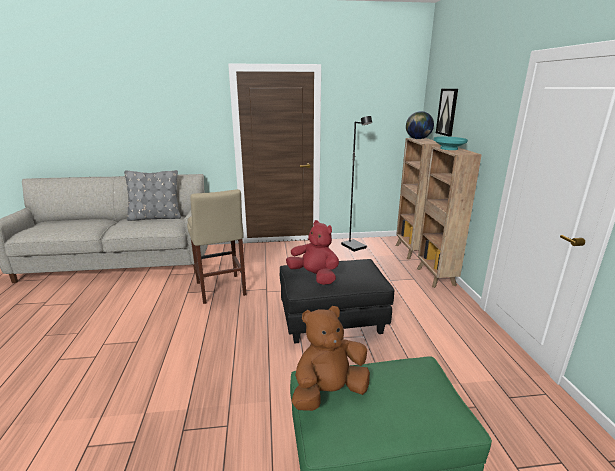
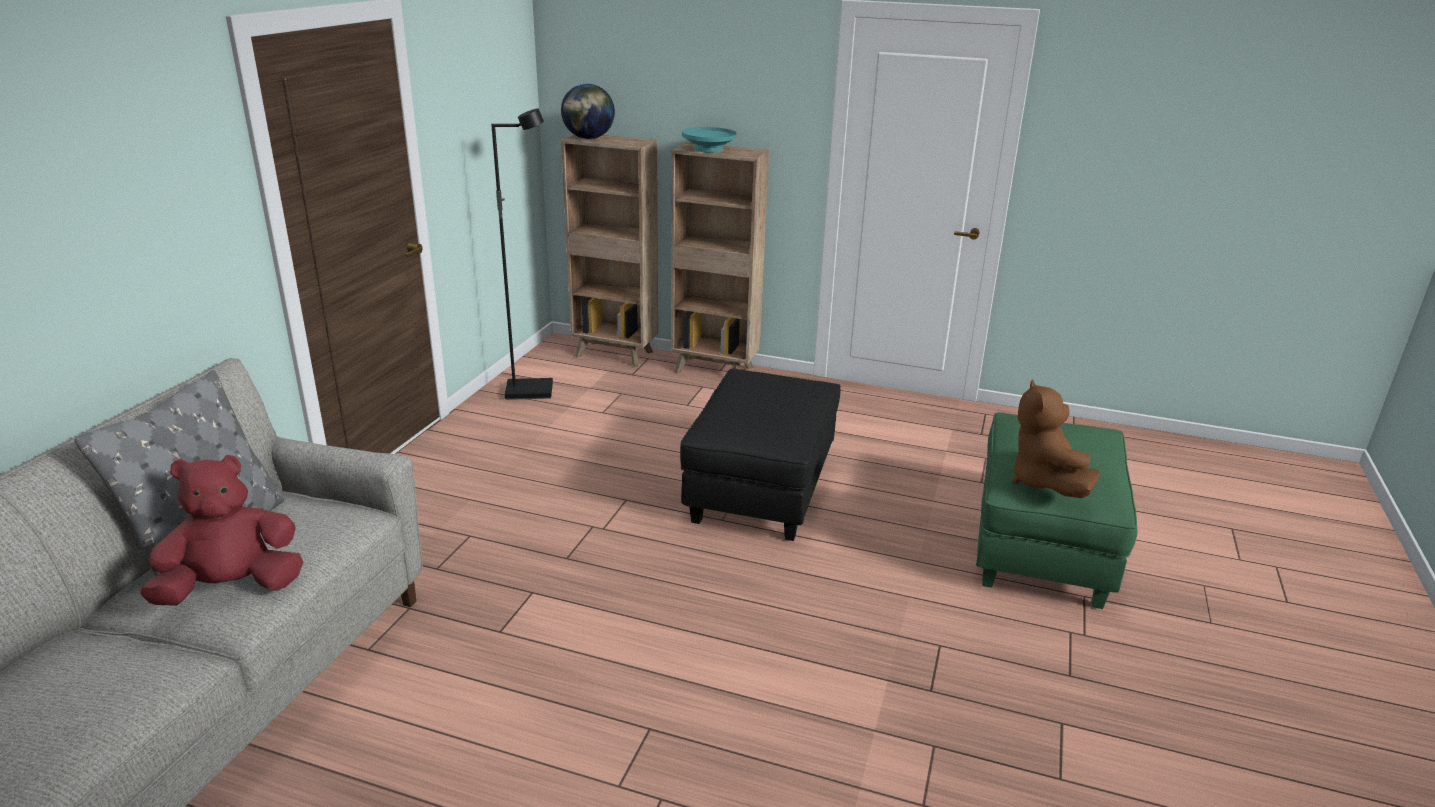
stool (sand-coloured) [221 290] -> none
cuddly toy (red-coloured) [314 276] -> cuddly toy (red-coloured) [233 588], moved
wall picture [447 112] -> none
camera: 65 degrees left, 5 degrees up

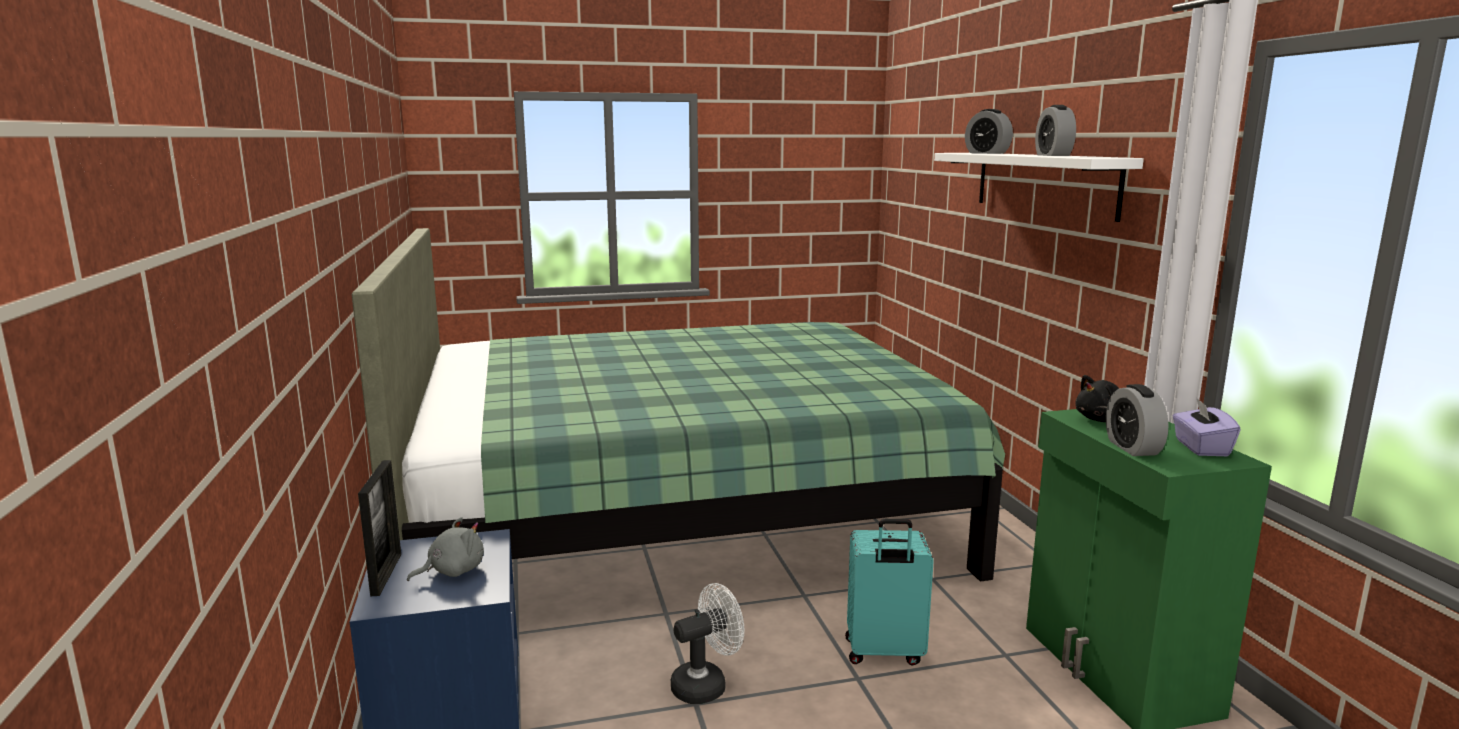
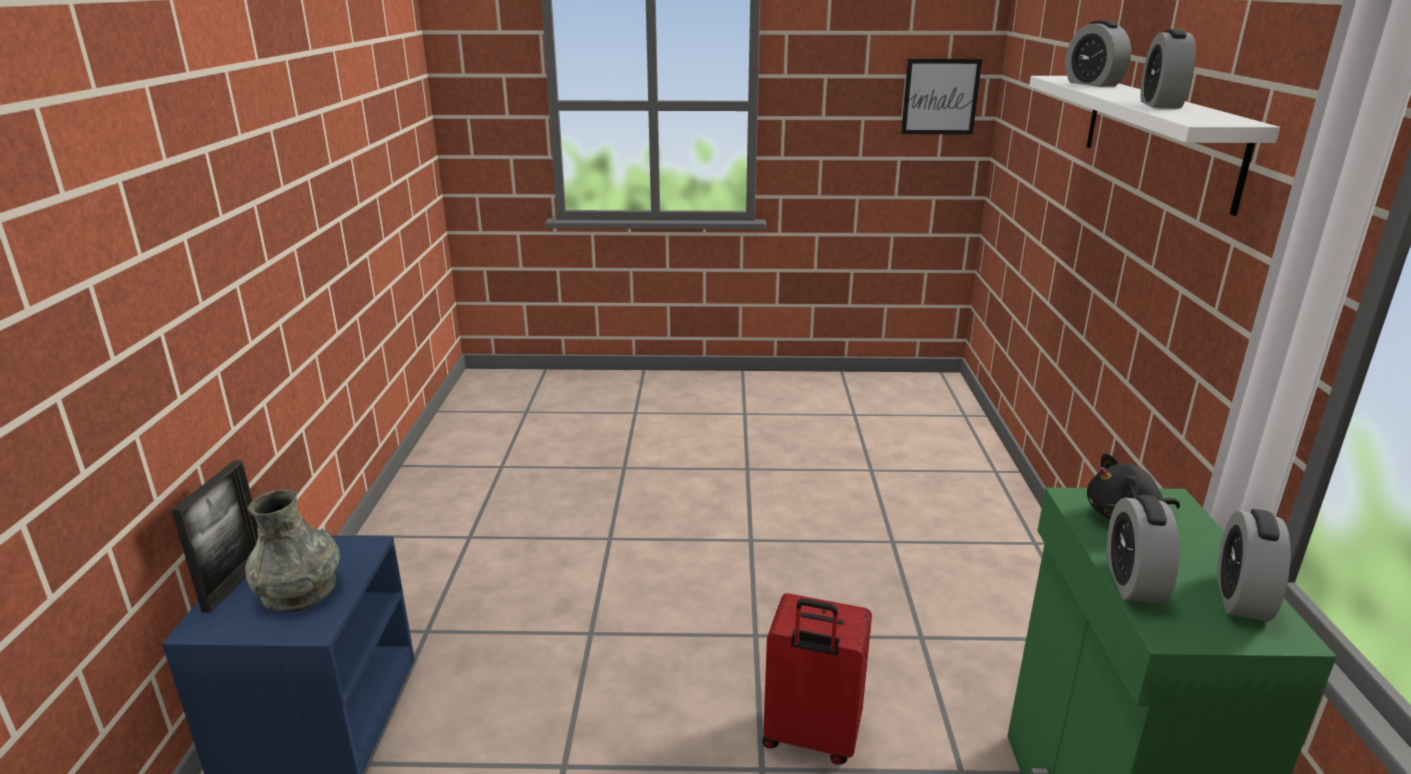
bed (green) [675 511] -> none
cuddly toy (greyish) [452 571] -> decorative vase (greyish) [299 590]
cooling fan (whitish) [706 684] -> none
piece of luggage (turquoise-coloured) [884 653] -> piece of luggage (red-coloured) [810 738]
tissue box (purple-coloured) [1200 448] -> table clock [1241 598]
none -> wall picture [940 97]
camera: 15 degrees right, 10 degrees up

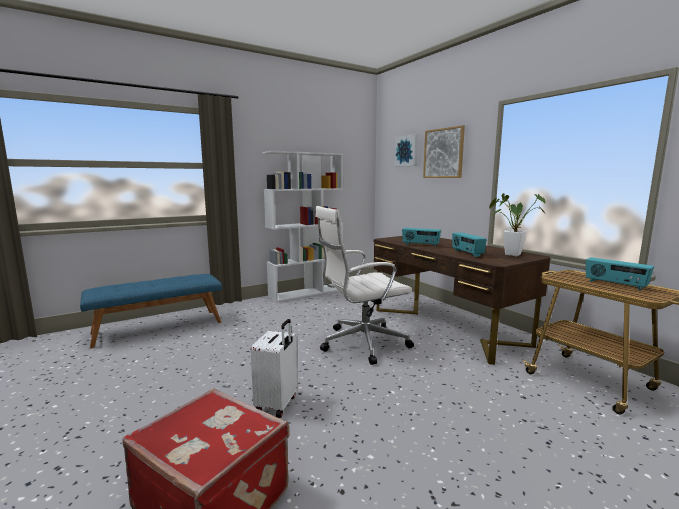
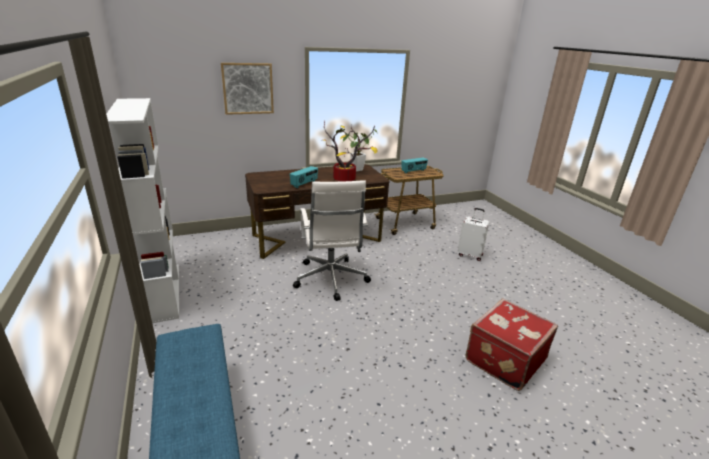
piece of luggage (whitish) [277 404] -> piece of luggage (whitish) [470 255], moved
wall picture [407 151] -> none
radio receiver [467 253] -> potted plant [346 179]
camera: 80 degrees left, 15 degrees up

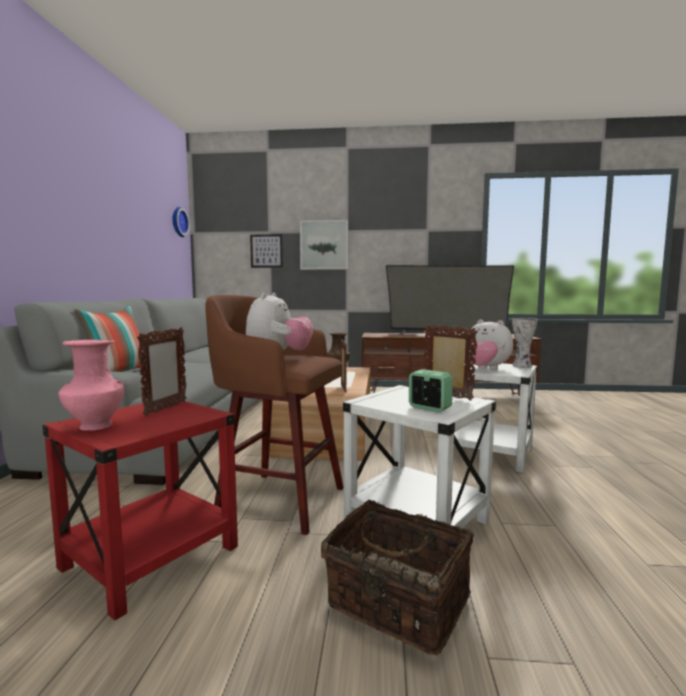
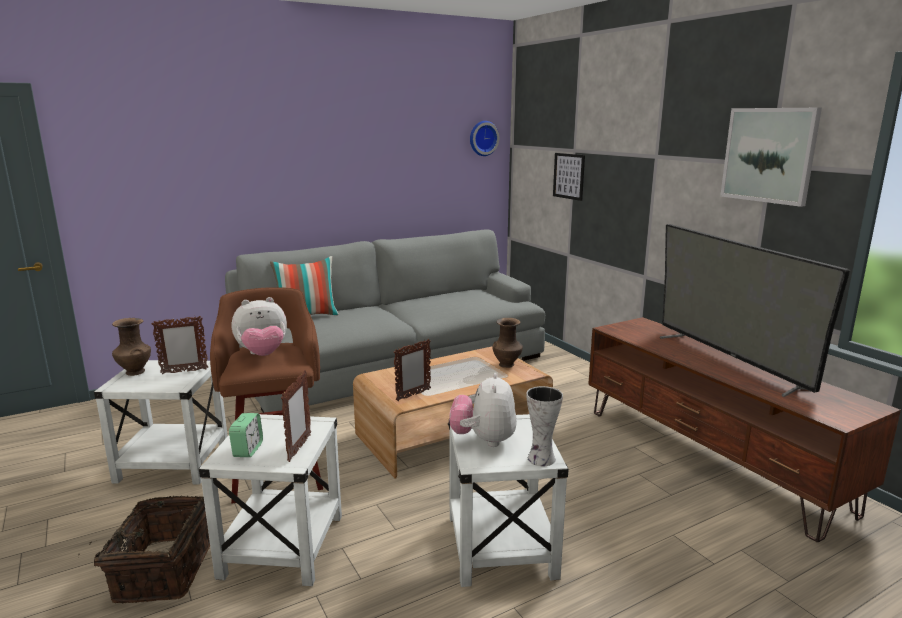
accent table (red-coloured) [152 557] -> accent table (whitish) [174 463]
decorative vase (pink) [94 426] -> decorative vase (brown-coloured) [134 372]
wall picture [324 245] -> wall picture [769 155], moved
camera: 55 degrees right, 10 degrees up

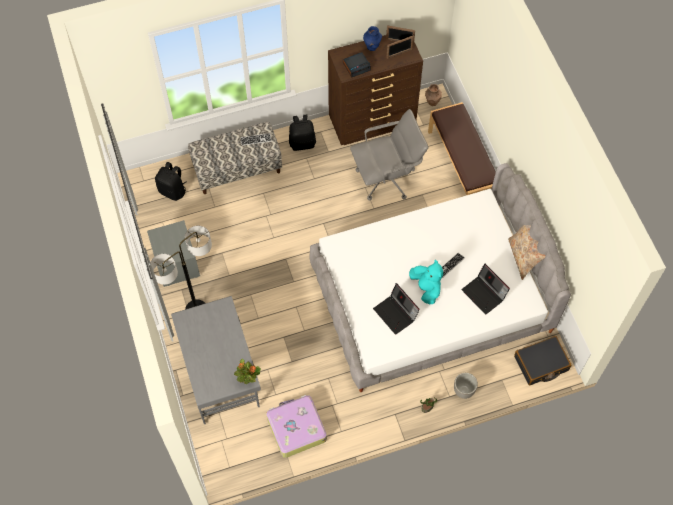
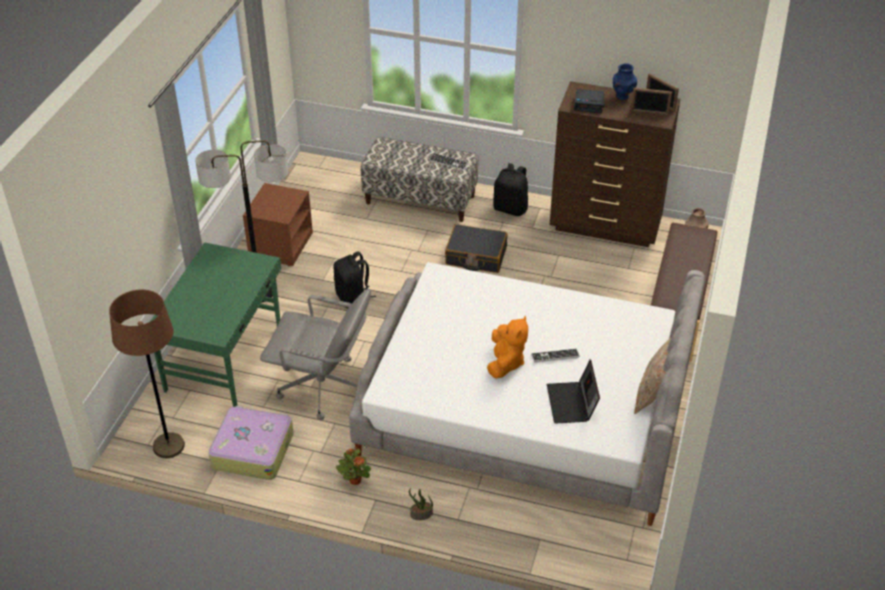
night table (greyish) [176 263] -> night table (brown-coloured) [280 245]
backpack (black) [173 191] -> backpack (black) [353 298], moved
desk (greyish) [220 375] -> desk (green) [225 359]
potted plant [248 378] -> potted plant [355 480], moved
office chair (greyish) [386 178] -> office chair (greyish) [323 388], moved
notebook computer [396 314] -> none
cuddly toy (turquoise-coloured) [426 288] -> cuddly toy (orange) [505 363]
planter [463 391] -> none
piece of luggage (black) [541 364] -> piece of luggage (black) [476 256], moved
none -> floor lamp (brown-coloured) [168 446]
camera: 35 degrees right, 20 degrees down

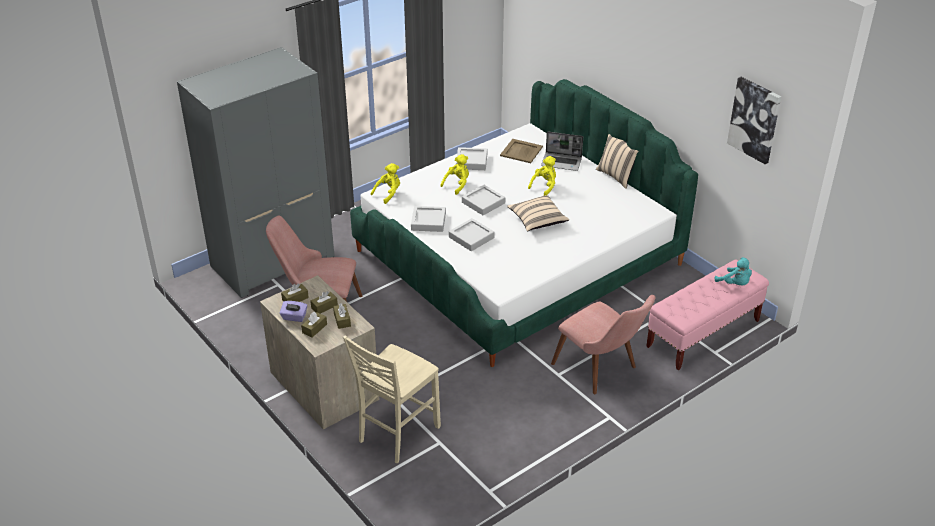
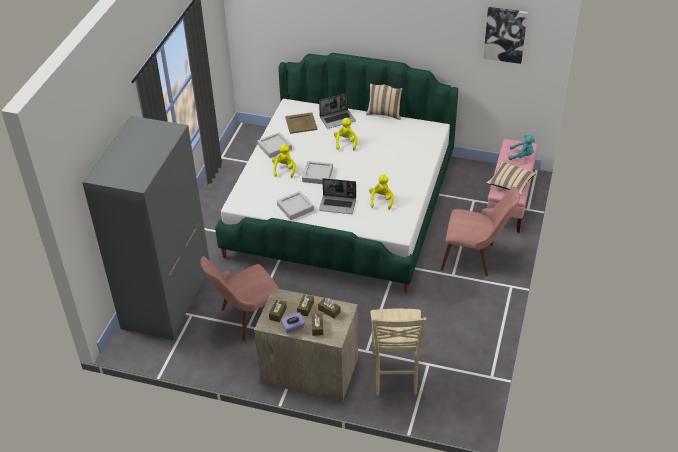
cuddly toy (yellow) [388 193] -> cuddly toy (yellow) [381 200], moved
serving tray (greyish) [471 237] -> notebook computer [338 205]
pillow (sand-coloured) [537 221] -> pillow (sand-coloured) [510 184], moved
camera: 35 degrees left, 5 degrees up

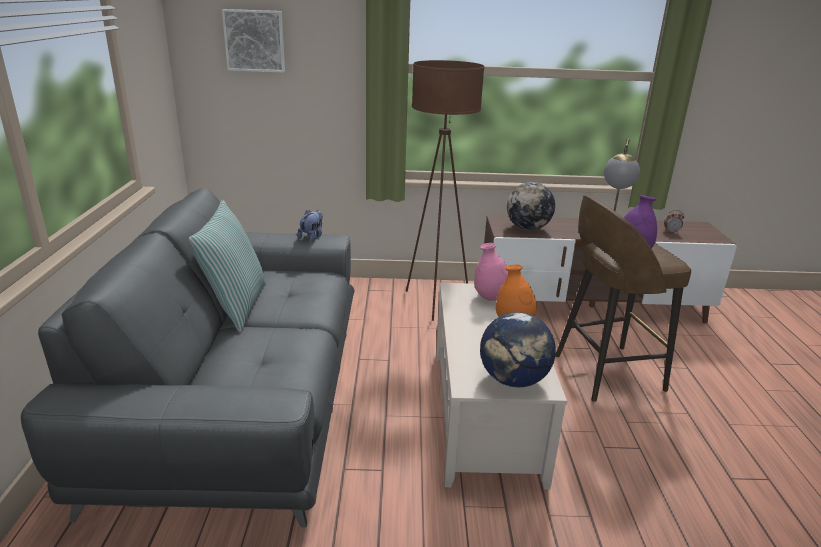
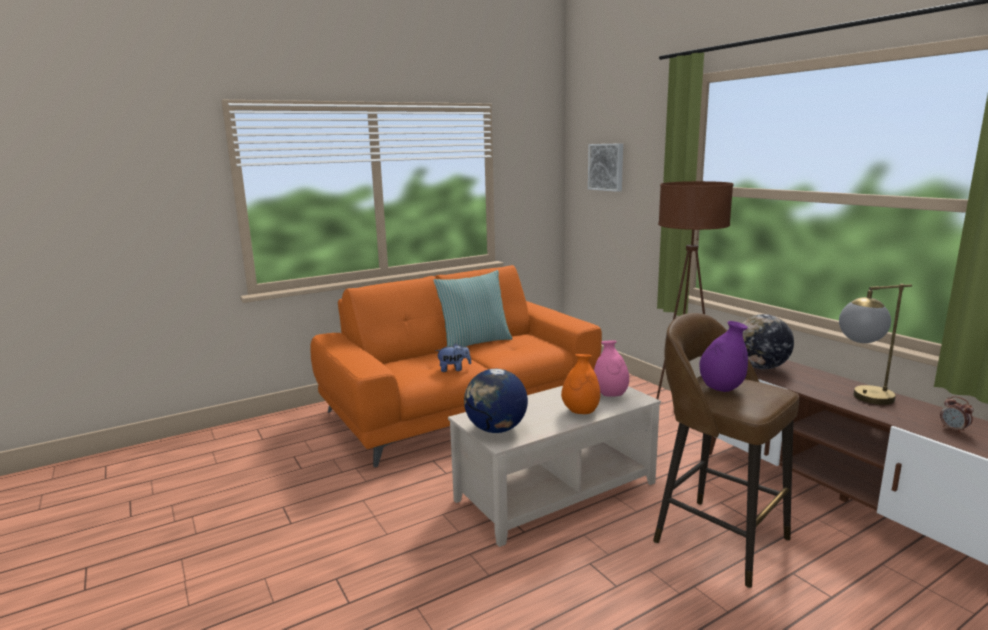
sofa (greyish) [242 395] -> sofa (orange) [461 407]
cuddly toy [312 237] -> cuddly toy [454 369], moved
camera: 60 degrees right, 10 degrees down

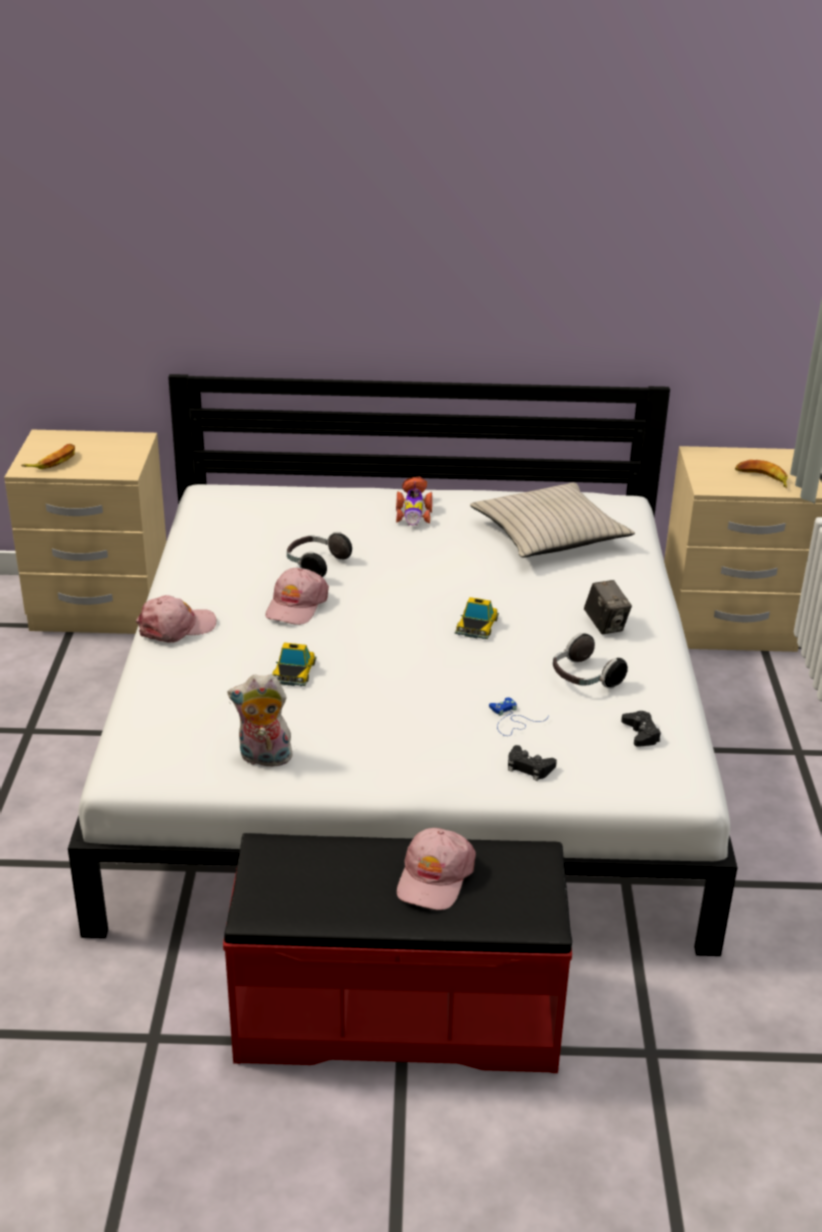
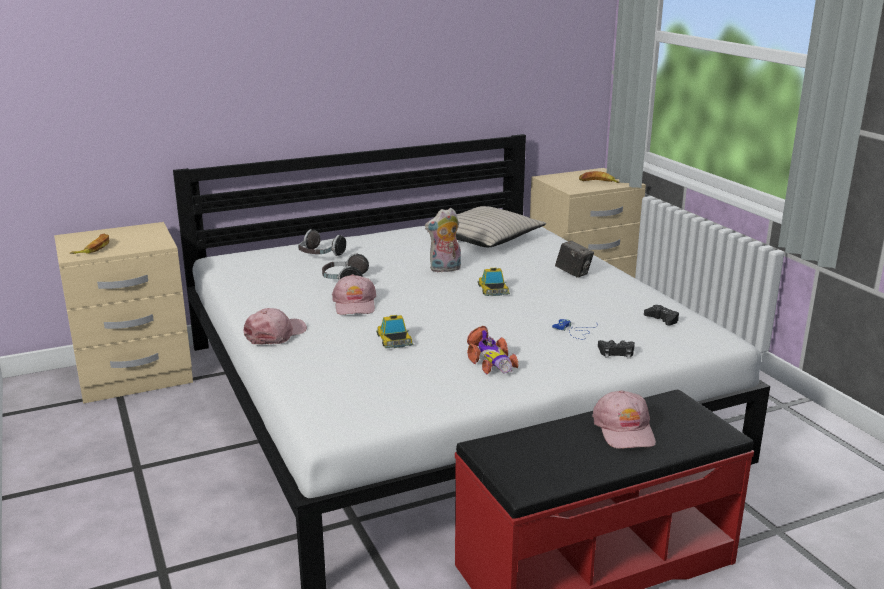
cuddly toy [263 759] -> cuddly toy [445 269], moved
model car [413 512] -> model car [490 361], moved
pair of headphones [584 678] -> pair of headphones [320 255], moved
camera: 25 degrees left, 10 degrees down

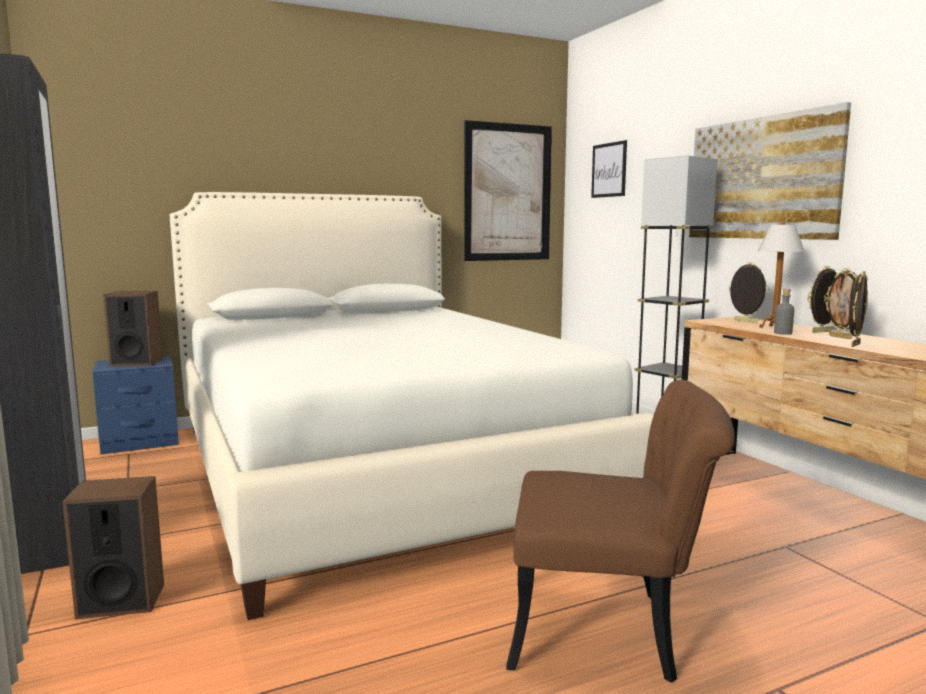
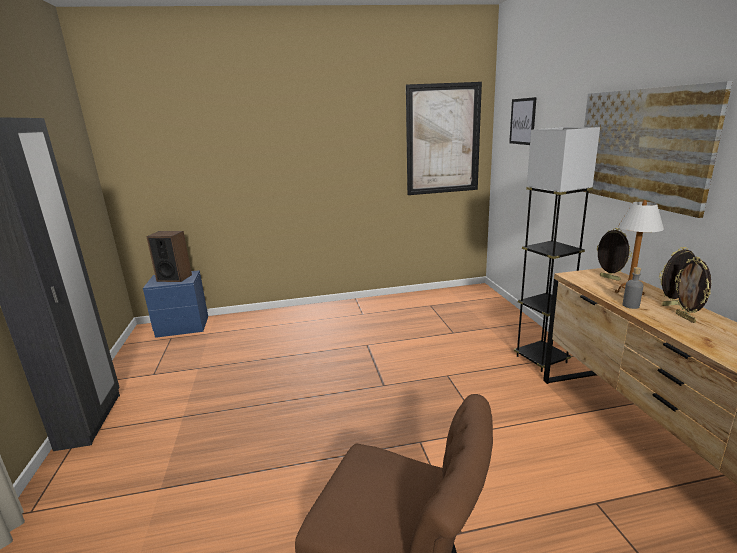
speaker [121 600] -> none
bed (whitish) [377 468] -> none
picture frame [854 345] -> none
camera: 15 degrees right, 10 degrees up

